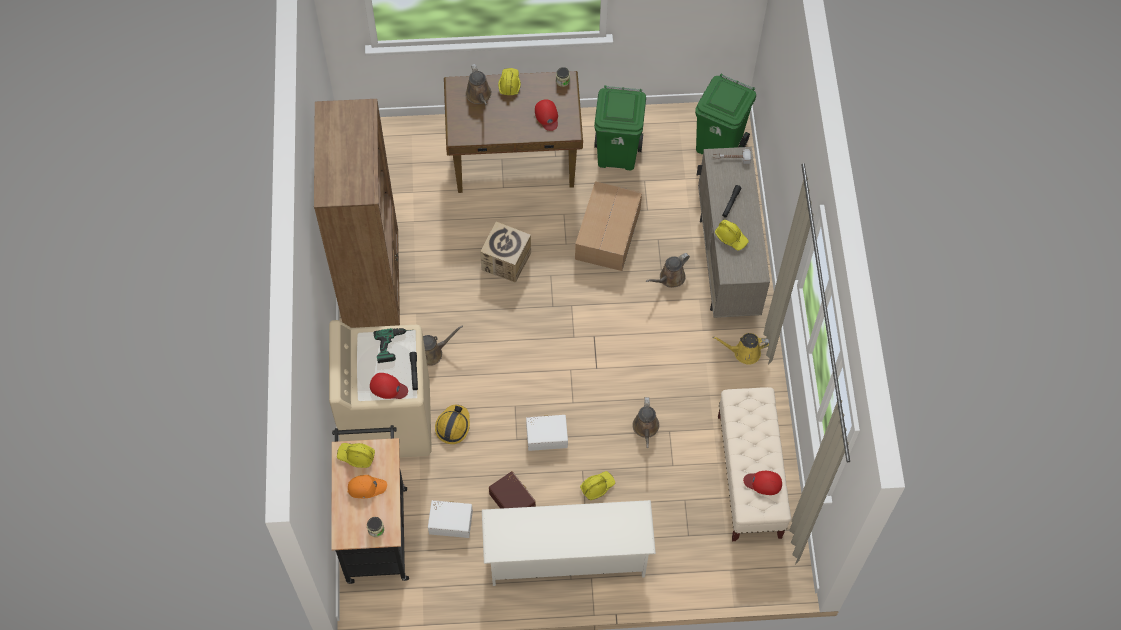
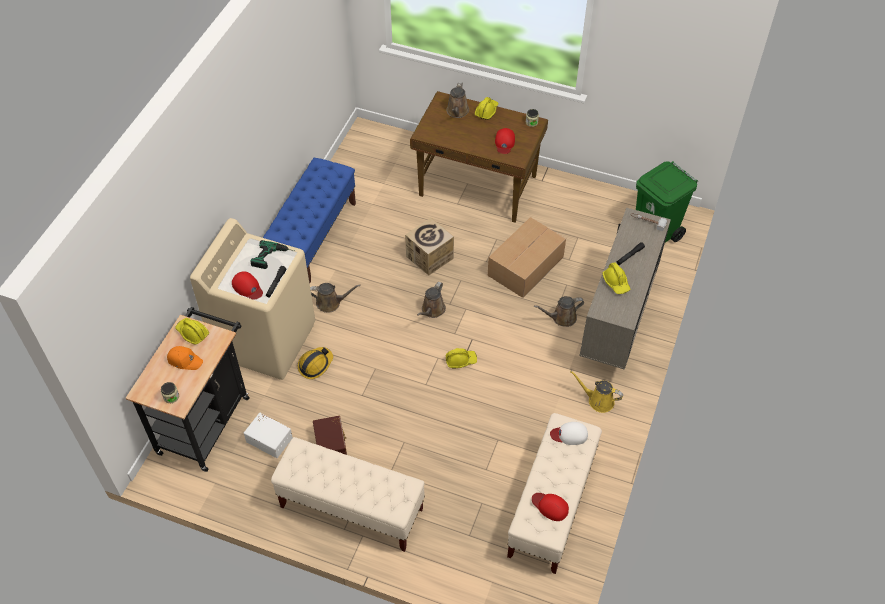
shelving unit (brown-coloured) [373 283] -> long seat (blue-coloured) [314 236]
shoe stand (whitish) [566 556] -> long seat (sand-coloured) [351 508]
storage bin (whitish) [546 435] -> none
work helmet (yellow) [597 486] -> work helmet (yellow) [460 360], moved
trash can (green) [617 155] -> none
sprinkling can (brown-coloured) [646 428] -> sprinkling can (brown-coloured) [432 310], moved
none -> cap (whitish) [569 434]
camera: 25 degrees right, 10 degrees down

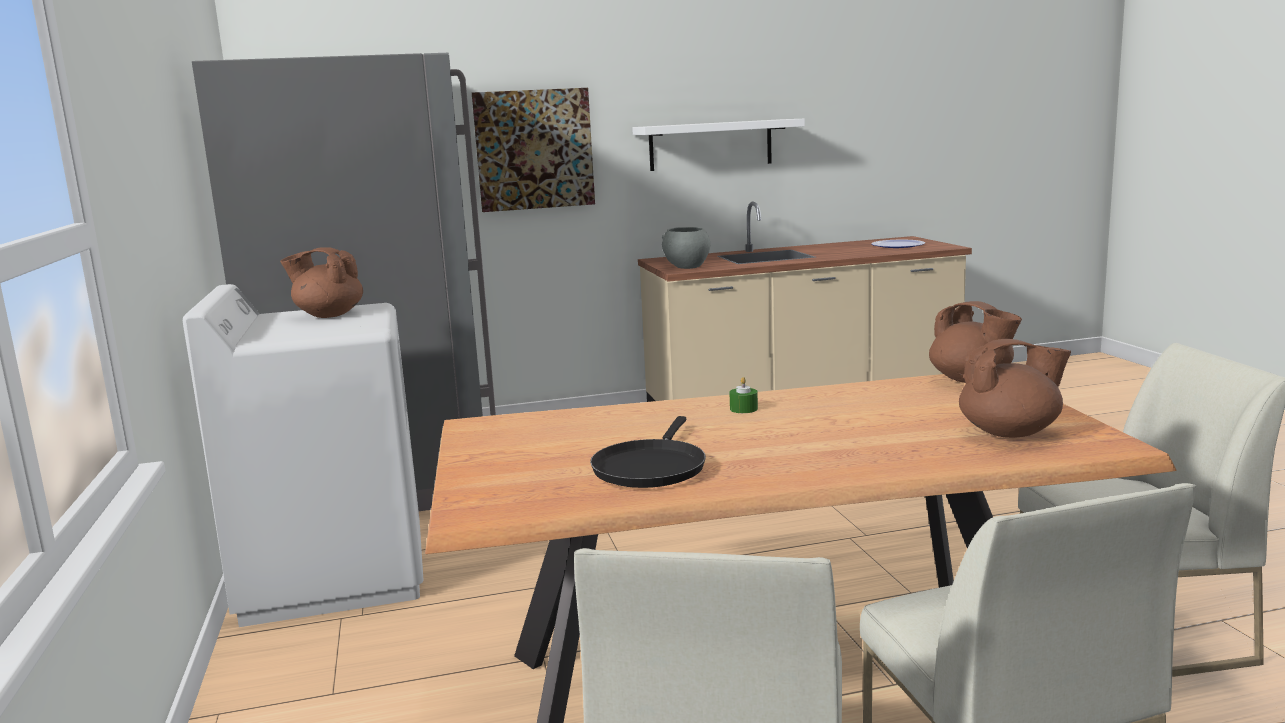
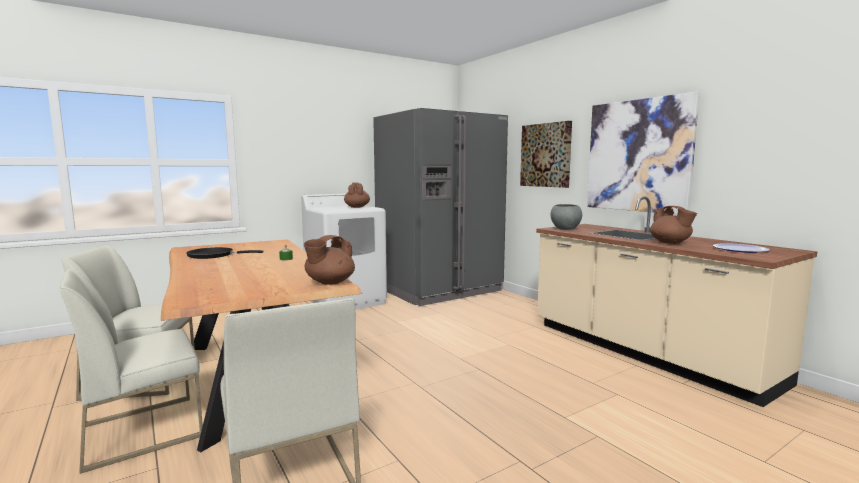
shelf (whitish) [710 145] -> wall picture [638 156]
tea pot (brown-coloured) [1010 433] -> tea pot (brown-coloured) [670 243], moved
camera: 70 degrees right, 5 degrees down

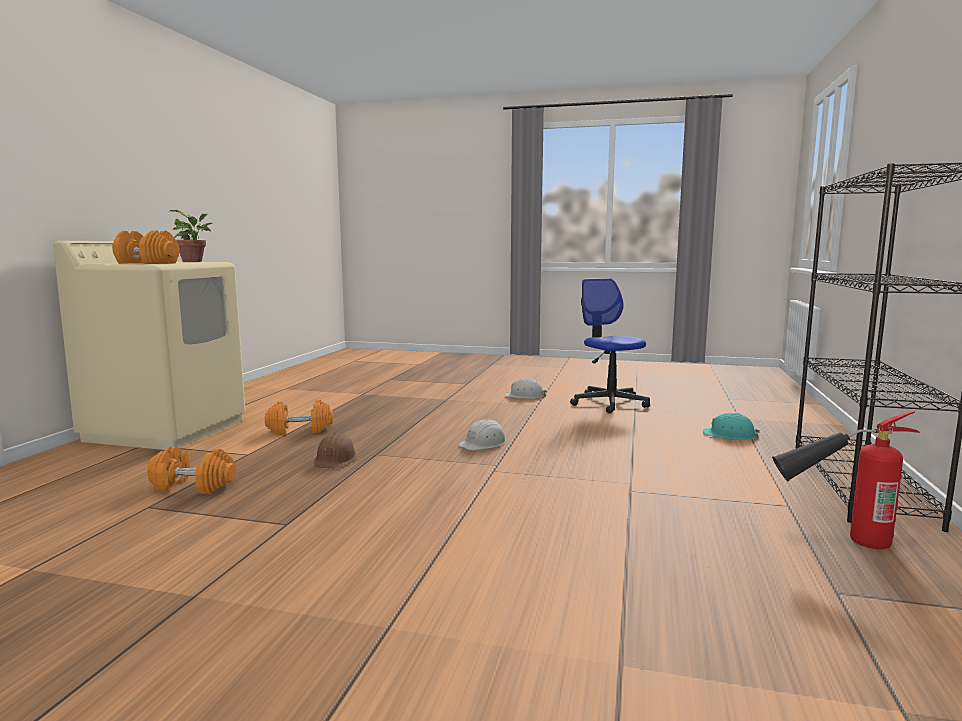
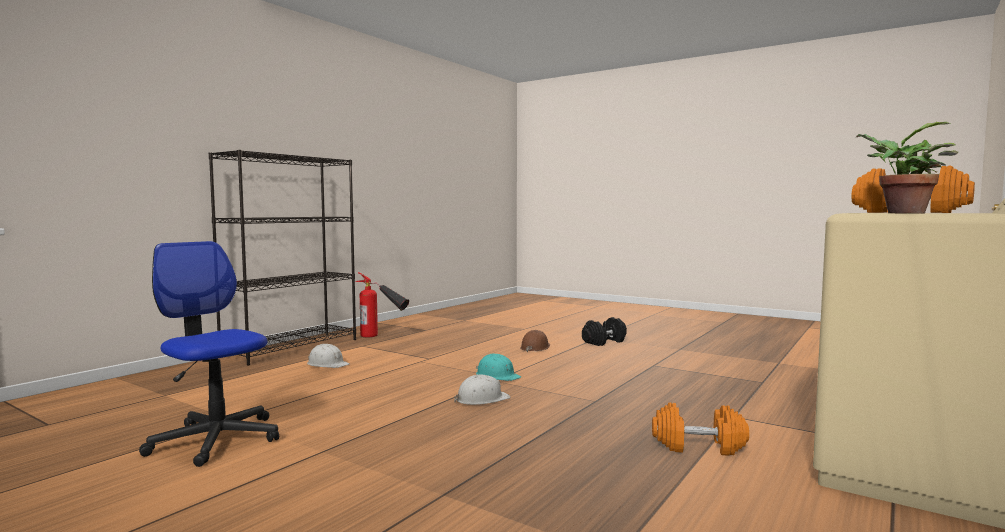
free weight (orange) [194 486] -> none
work helmet (brown-coloured) [335 459] -> work helmet (brown-coloured) [535 347], moved
work helmet (whitish) [525 396] -> work helmet (whitish) [327 364], moved
office chair [609 403] -> office chair [216 440], 135 degrees clockwise
work helmet (turquoise-coloured) [729 435] -> work helmet (turquoise-coloured) [497 376], moved
none -> free weight (black) [604 342]
camera: 160 degrees left, 5 degrees down

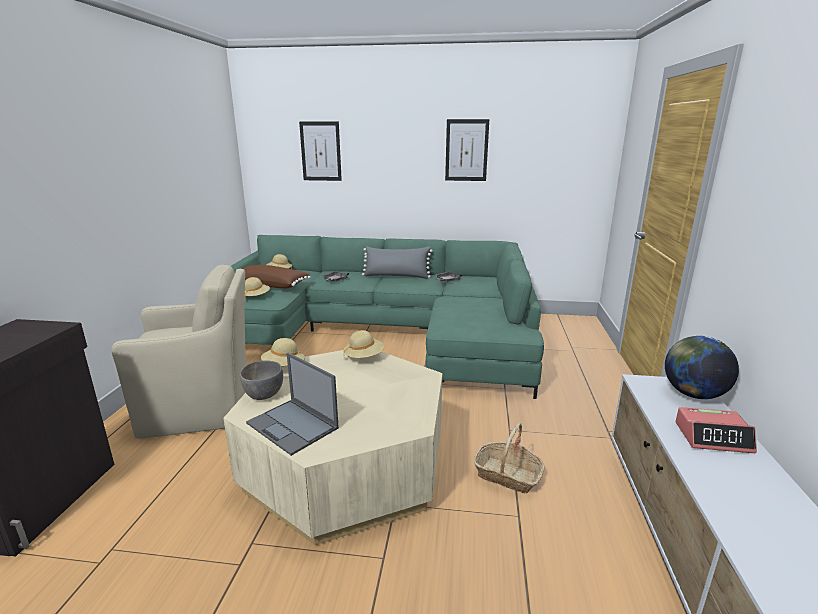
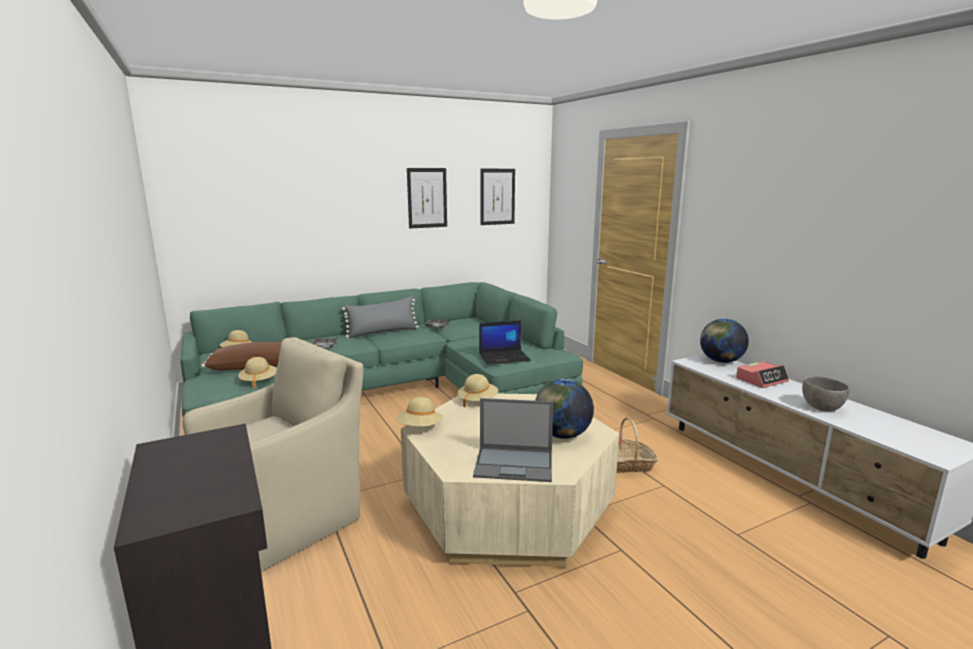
bowl (greyish) [264 395] -> bowl (greyish) [821 408], moved
wall picture [320 151] -> wall picture [497 196], moved
none -> notebook computer [504 357]
none -> globe [562 435]
camera: 35 degrees left, 5 degrees down

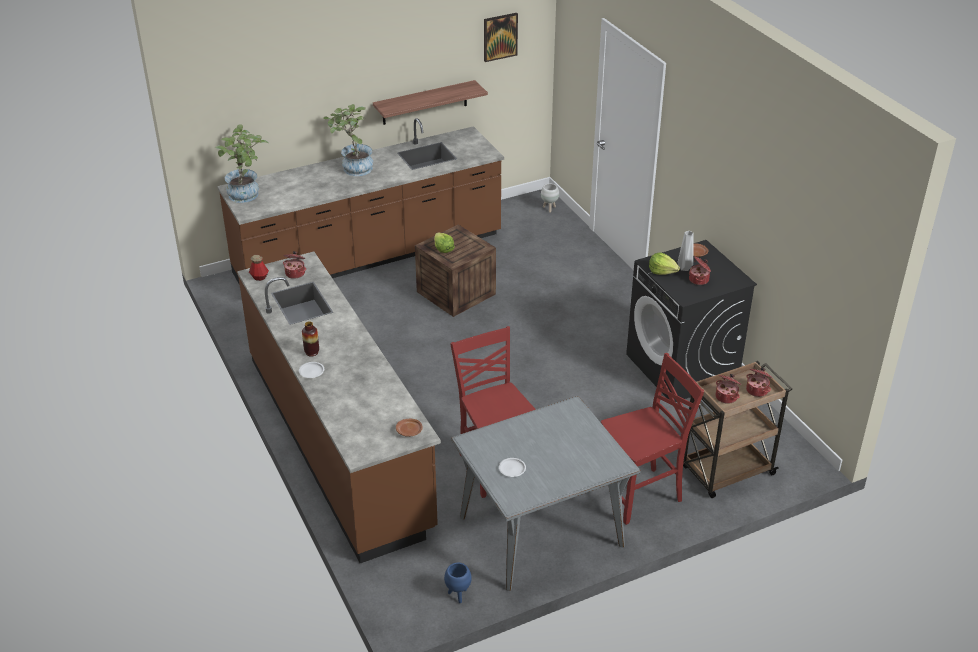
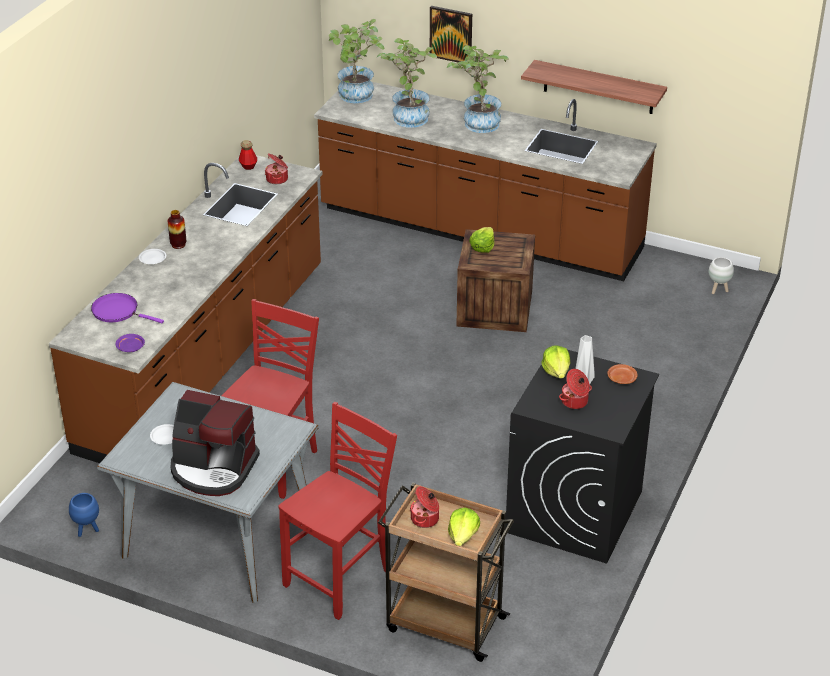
plate (brown-coloured) [409 431] -> plate (purple-coloured) [130 347]
wall picture [500 36] -> wall picture [451 34], moved
upright chair (red-coloured) [641 494] -> upright chair (red-coloured) [340 578], 75 degrees counterclockwise
stockpot [757 390] -> head of lettuce [463 536]
none -> frying pan (purple-coloured) [118 311]
none -> coffee maker [213 469]
none -> potted plant [408 116]
camera: 50 degrees right, 0 degrees up

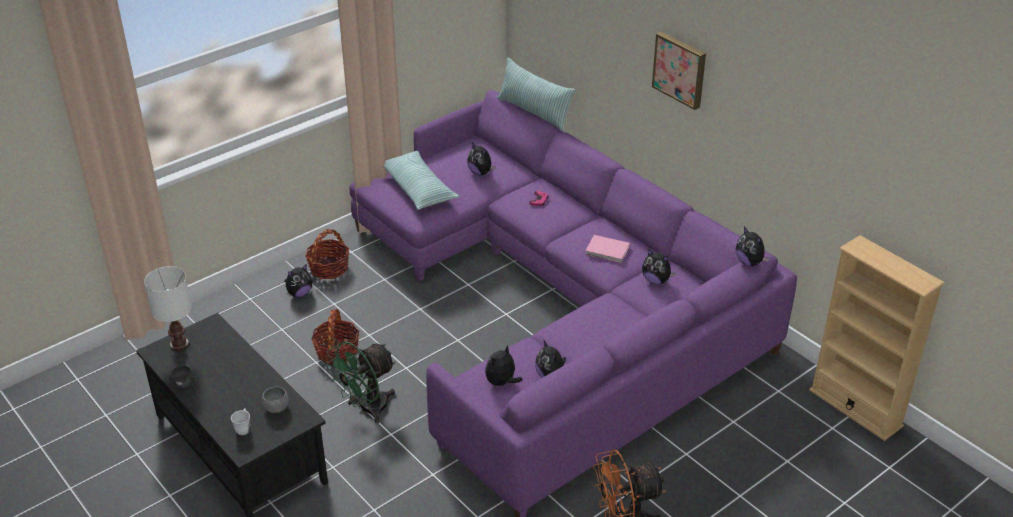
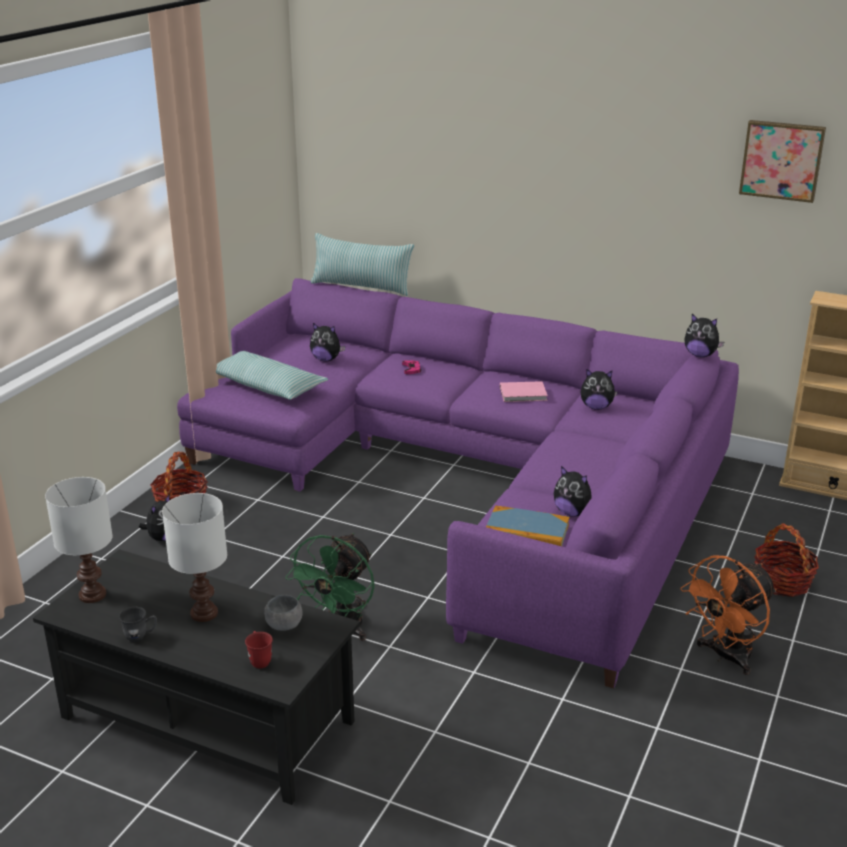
tea mug (whitish) [243 428] -> tea mug (red-coloured) [259 659]
storage basket [337 351] -> storage basket [782 581], moved
cuddly toy [501 383] -> book [527 531]
wall picture [680 69] -> wall picture [782 160], moved
none -> table lamp (whitish) [203 614]
camera: 25 degrees left, 10 degrees down

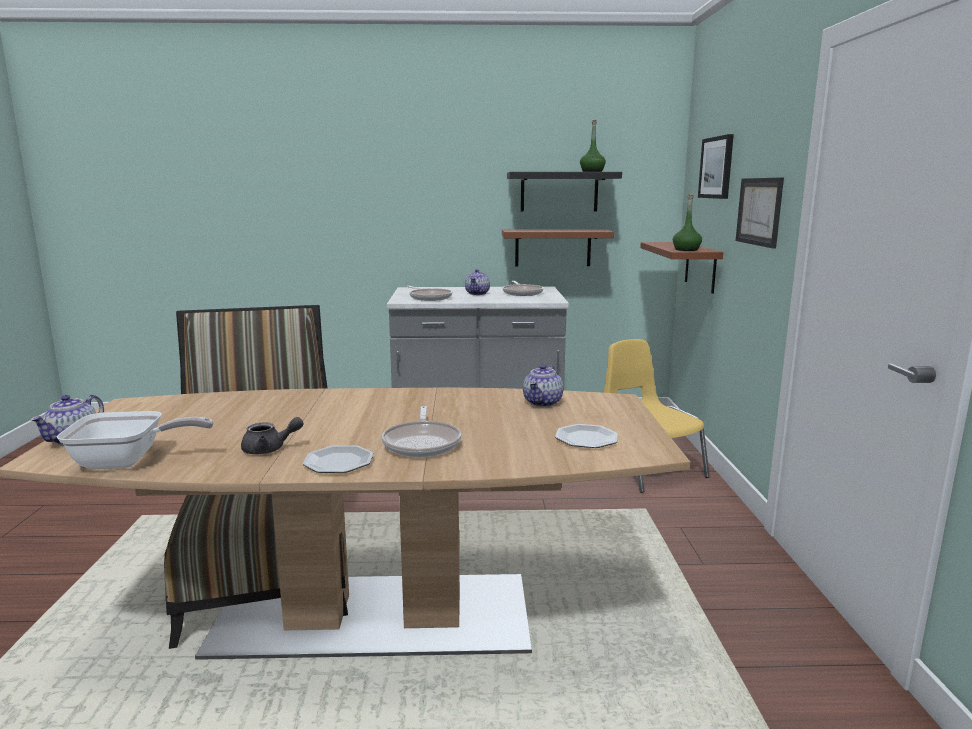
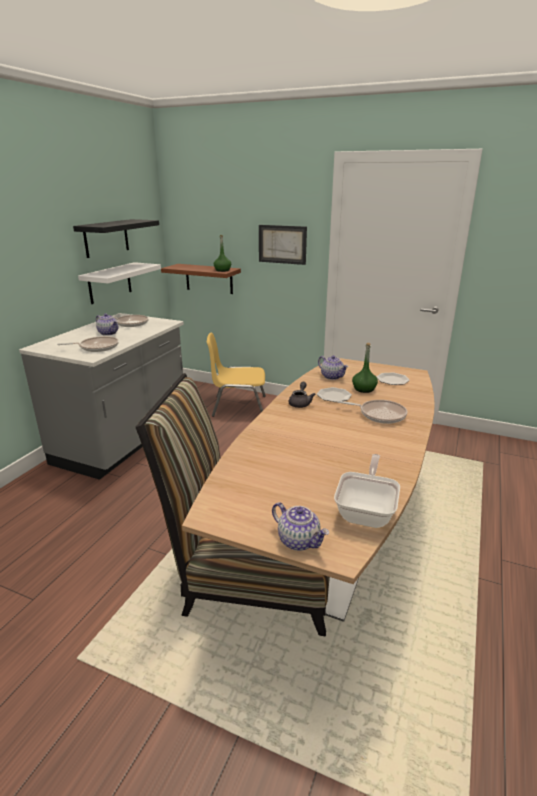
tea pot (greyish) [269 449] -> tea pot (greyish) [300 403], moved
plate [339 462] -> plate [333 396], moved
shelf (brown-coloured) [553 247] -> shelf (whitish) [110 283]
bottle (green) [592 171] -> bottle (green) [364 389], moved
wall picture [717 167] -> none
camera: 65 degrees left, 10 degrees up

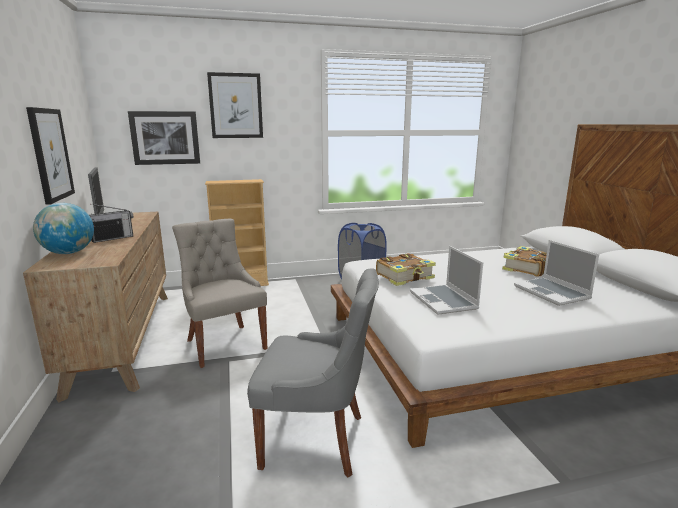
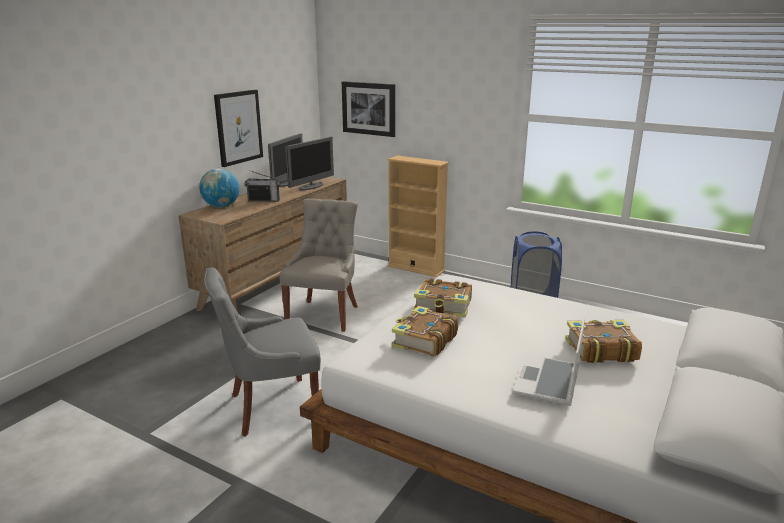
wall picture [236 106] -> none
upright chair (greyish) [317 440] -> upright chair (greyish) [271 407], 105 degrees clockwise
notebook computer [444 301] -> book [424 340]
none -> computer display [311 186]
camera: 45 degrees right, 5 degrees up

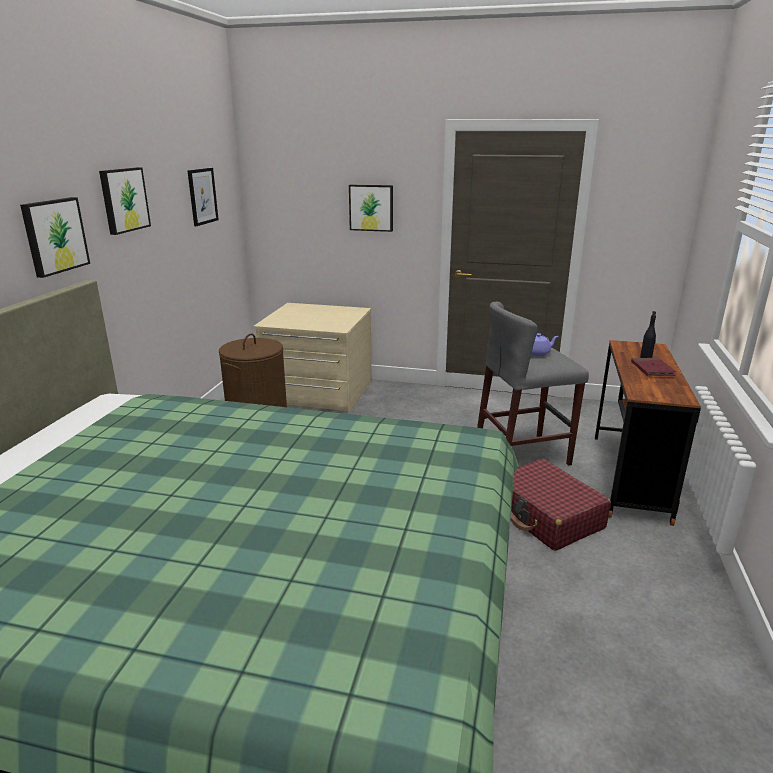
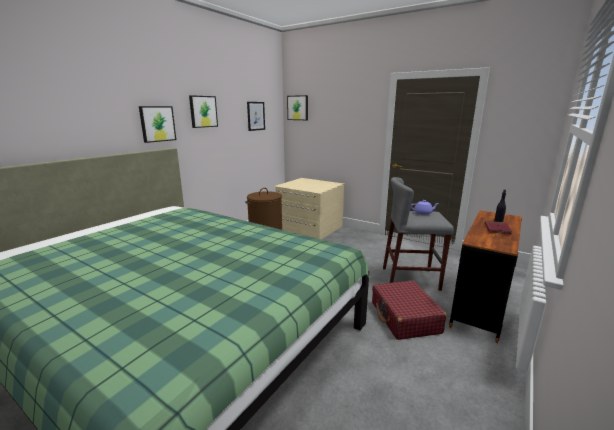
wall picture [371 207] -> wall picture [298 108], moved
camera: 20 degrees right, 5 degrees down

